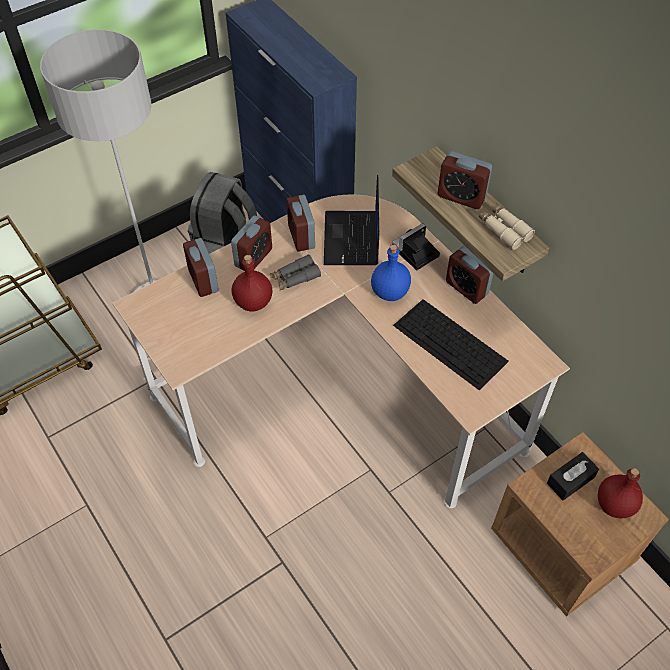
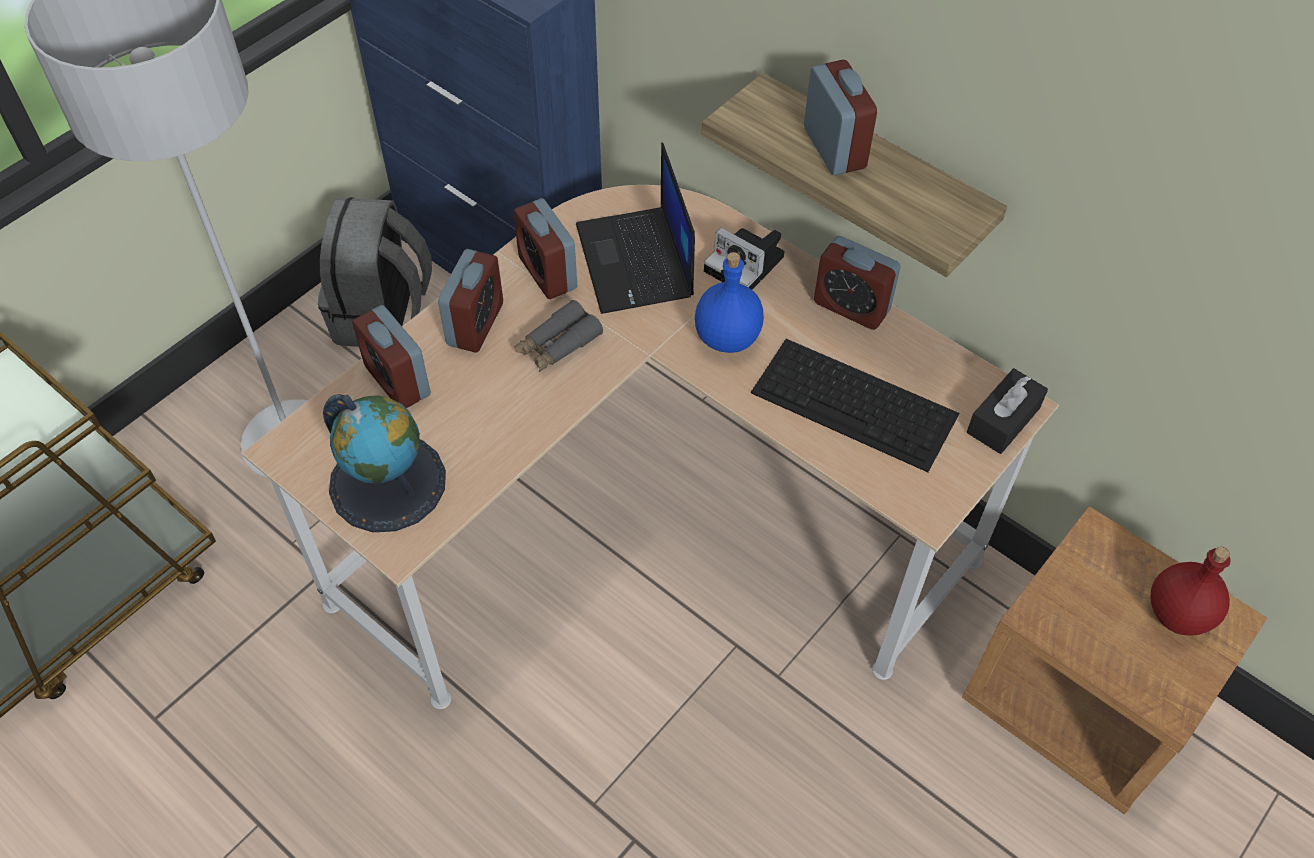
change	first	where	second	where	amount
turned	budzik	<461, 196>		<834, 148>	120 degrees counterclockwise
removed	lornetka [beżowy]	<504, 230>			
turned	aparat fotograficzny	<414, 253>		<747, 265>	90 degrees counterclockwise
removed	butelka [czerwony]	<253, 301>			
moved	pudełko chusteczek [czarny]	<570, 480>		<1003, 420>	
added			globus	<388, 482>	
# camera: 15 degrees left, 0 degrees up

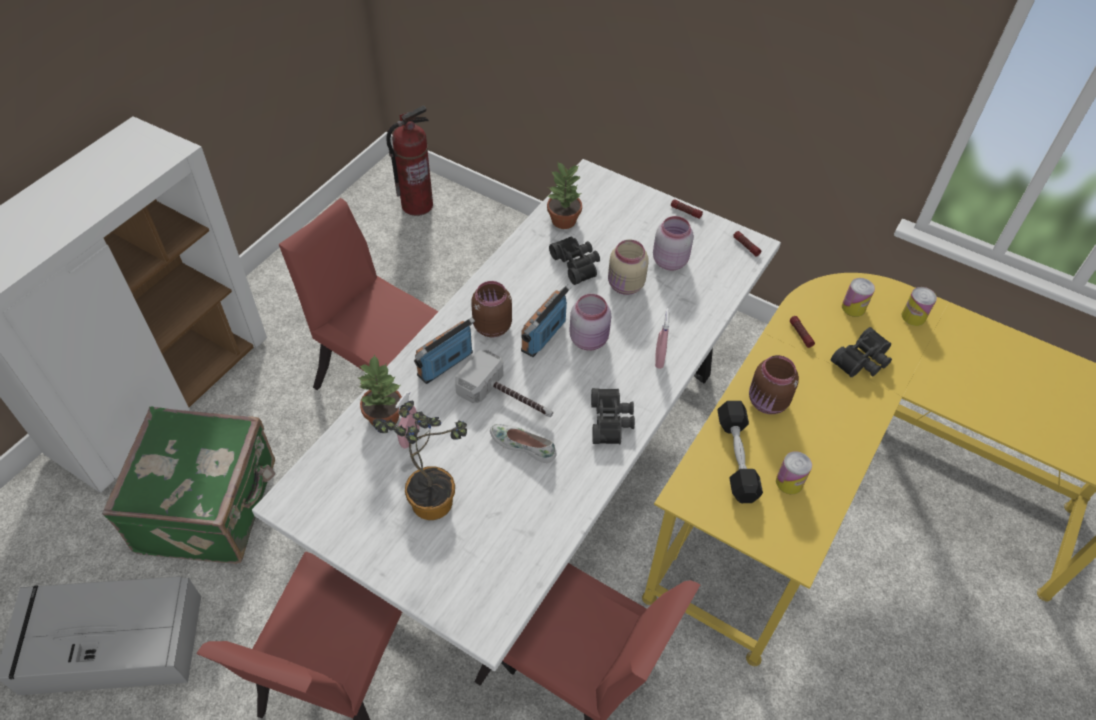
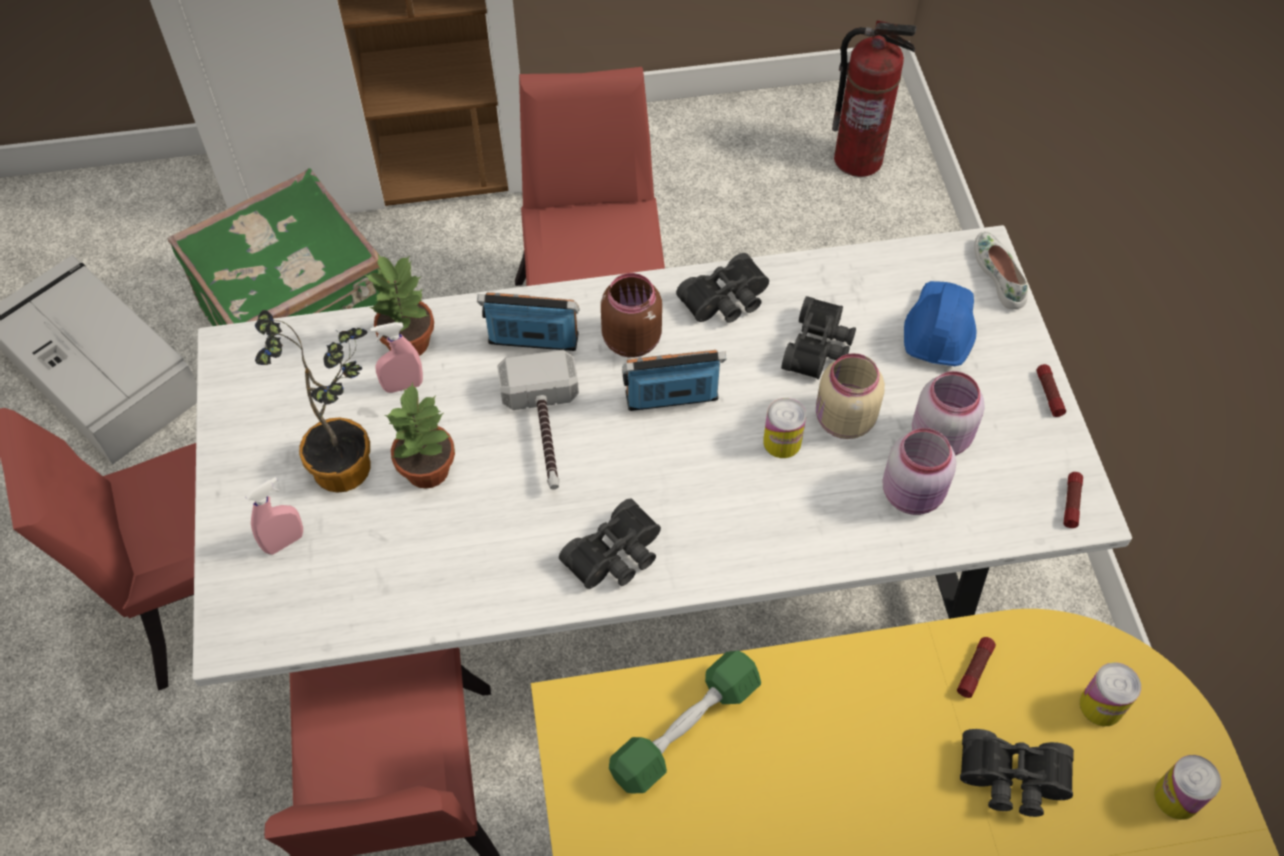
change	first	where	second	where	amount
moved	roślina doniczkowa	<564, 221>		<426, 471>	
moved	słoik [różowy]	<590, 339>		<913, 494>	
moved	spryskiwacz [różowy]	<659, 359>		<284, 542>	
removed	słoik [brązowy]	<767, 403>			
recoloured	hantel [czarny]	<736, 457>	hantel [zielony]	<685, 729>	
moved	but [biały]	<523, 445>		<1000, 275>	
moved	puszka	<789, 482>		<782, 442>	
added			lornetka [czarny]	<727, 301>	
added			kask [niebieski]	<938, 330>	
# camera: 50 degrees right, 5 degrees up

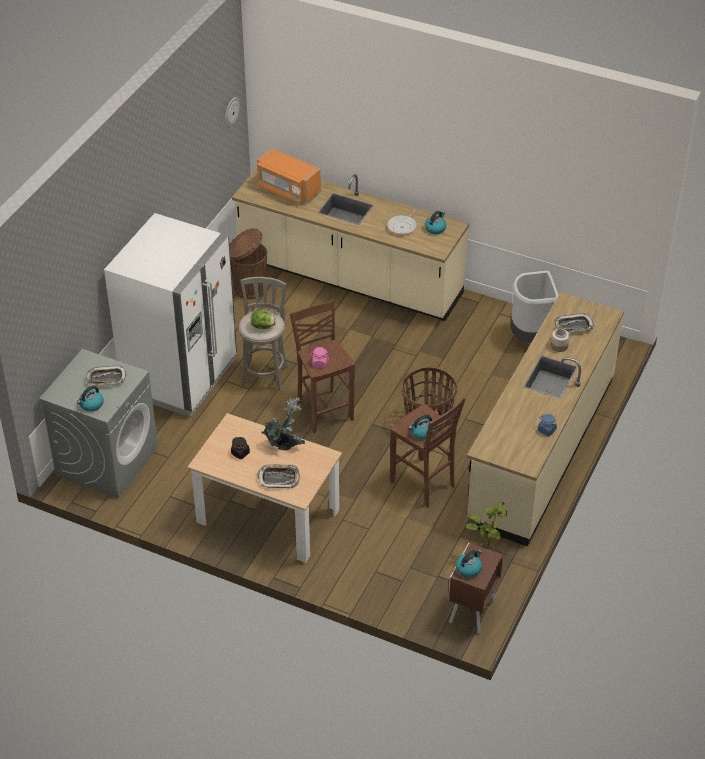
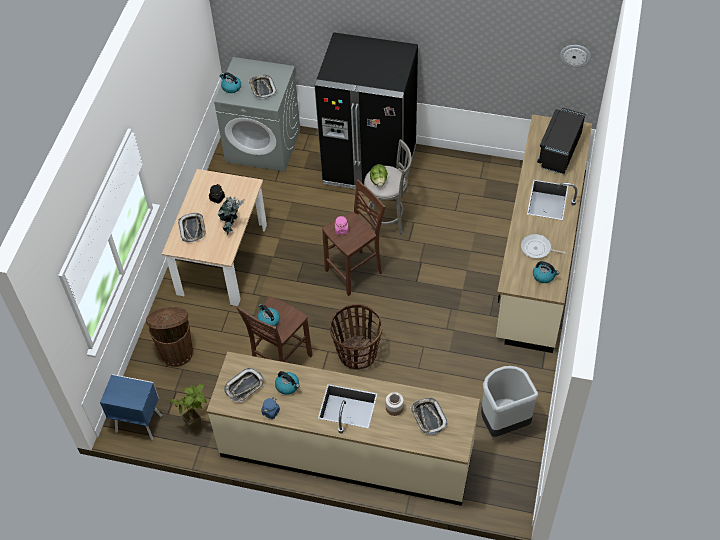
change	first	where	second	where	amount
recoloured	mikrofalówka [pomarańczowy]	<288, 189>	mikrofalówka [czarny]	<559, 151>	
recoloured	lodówka [biały]	<180, 376>	lodówka [czarny]	<369, 166>	
moved	kosz na śmieci [brązowy]	<248, 289>		<176, 352>	
recoloured	szafka nocna [brązowy]	<471, 613>	szafka nocna [niebieski]	<138, 423>	
moved	czajnik	<468, 568>		<288, 386>	
added			taca	<244, 387>	
# camera: 80 degrees right, 10 degrees up

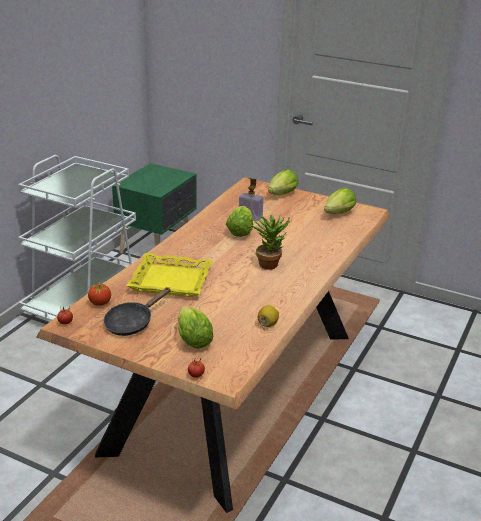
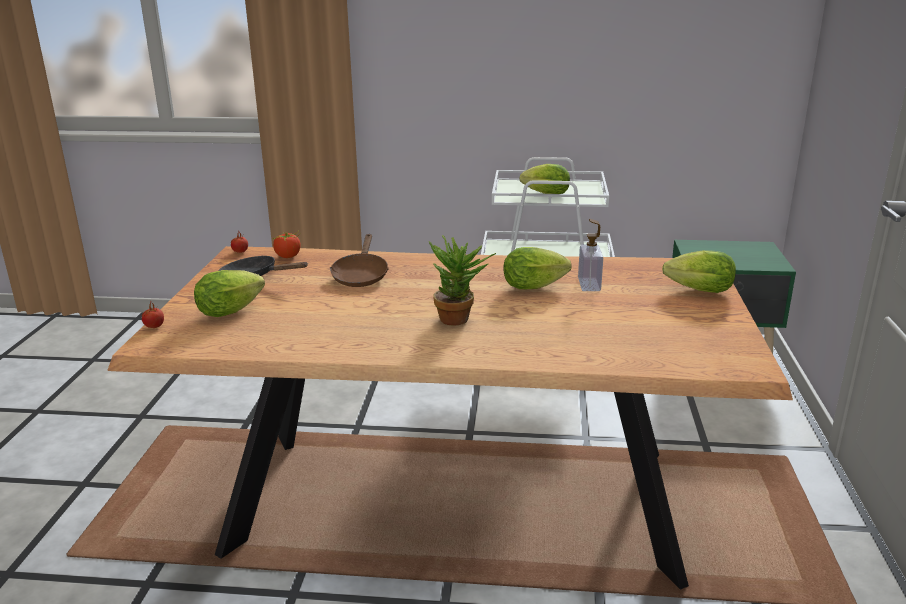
change	first	where	second	where	amount
moved	sałata	<337, 214>		<543, 194>	
replaced	taca [żółty]	<170, 281>	patelnia [brązowy]	<360, 276>	
removed	cytryna	<267, 324>			
# camera: 70 degrees right, 5 degrees down

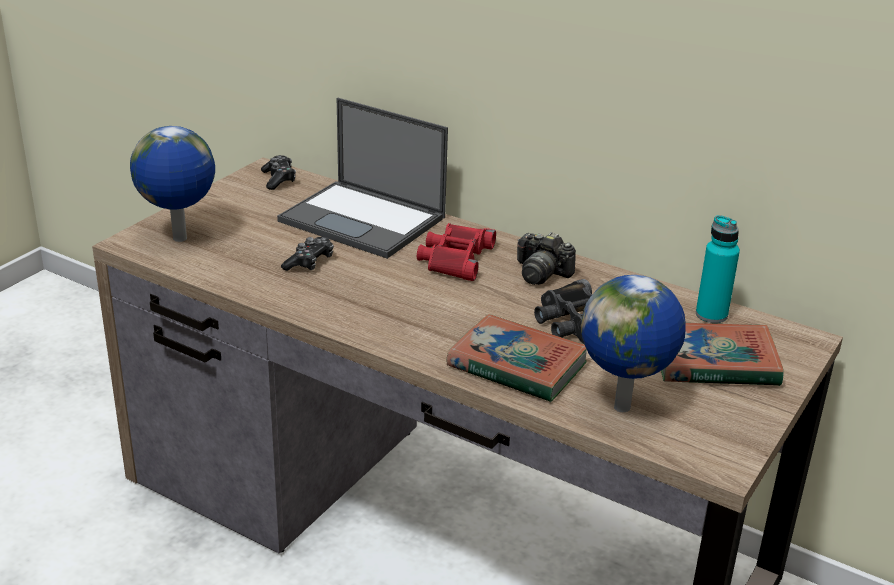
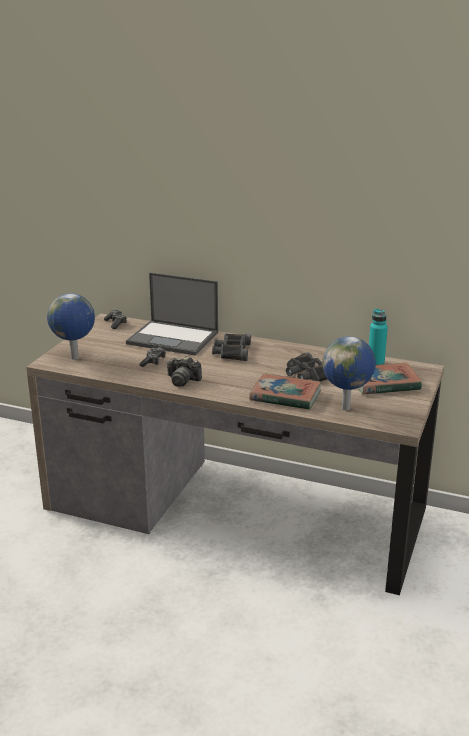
change	first	where	second	where	amount
recoloured	lornetka [czerwony]	<455, 258>	lornetka [czarny]	<232, 351>	
moved	aparat fotograficzny	<541, 273>		<182, 380>	
# camera: 10 degrees left, 5 degrees down

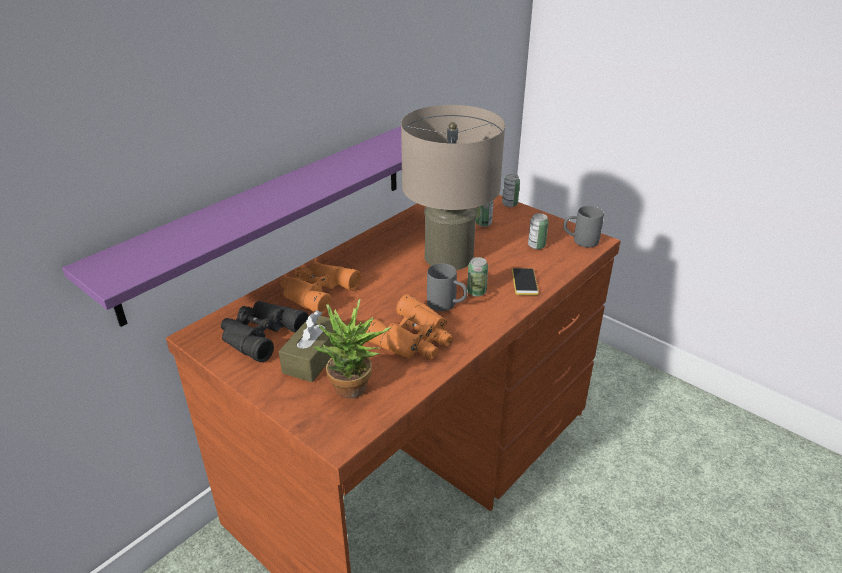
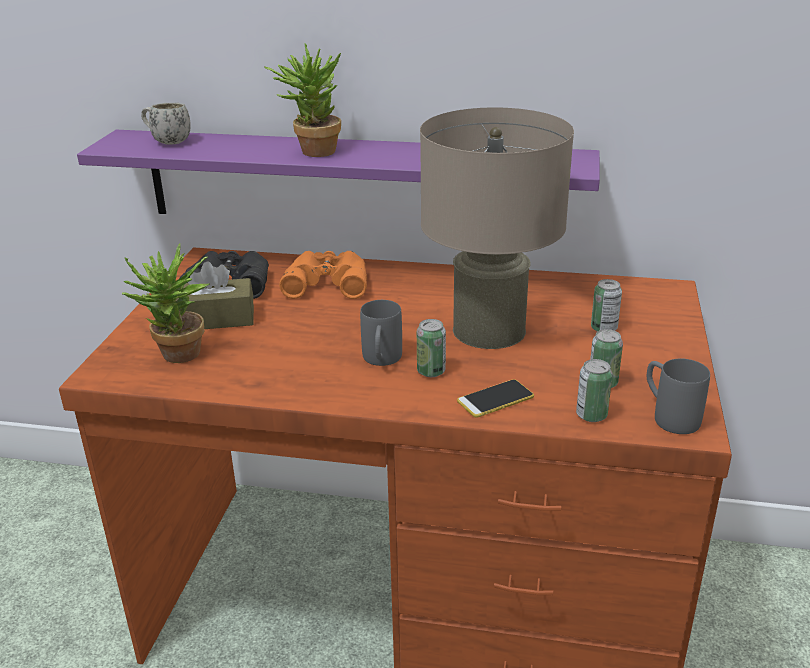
change	first	where	second	where	amount
moved	puszka	<509, 204>		<591, 415>	
removed	lornetka [pomarańczowy]	<414, 338>			
added			roślina doniczkowa	<311, 151>	
added			kubek [biały]	<167, 142>	
# camera: 60 degrees right, 5 degrees down

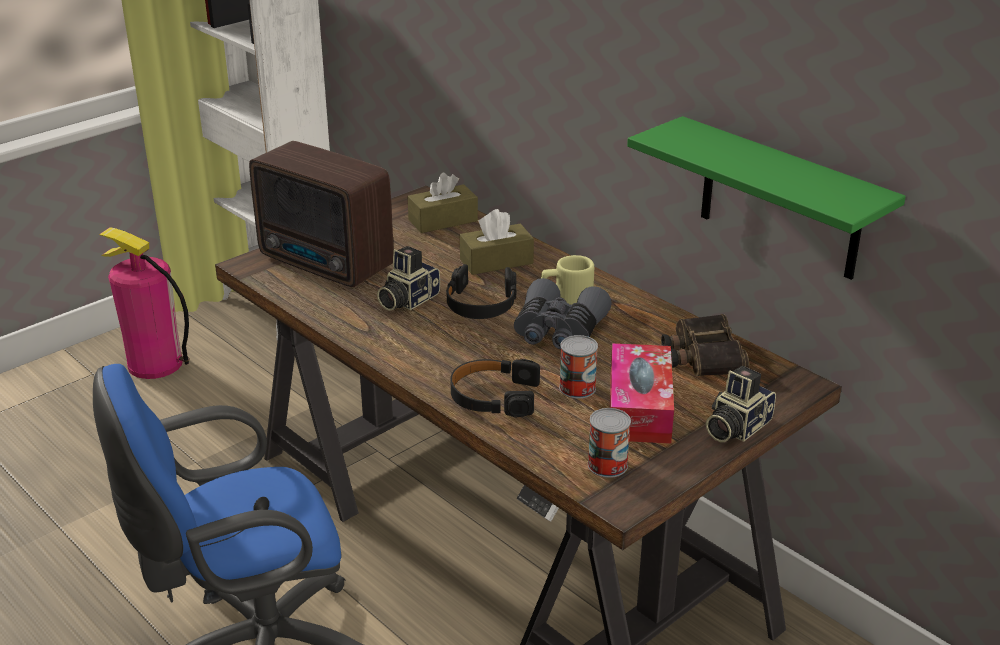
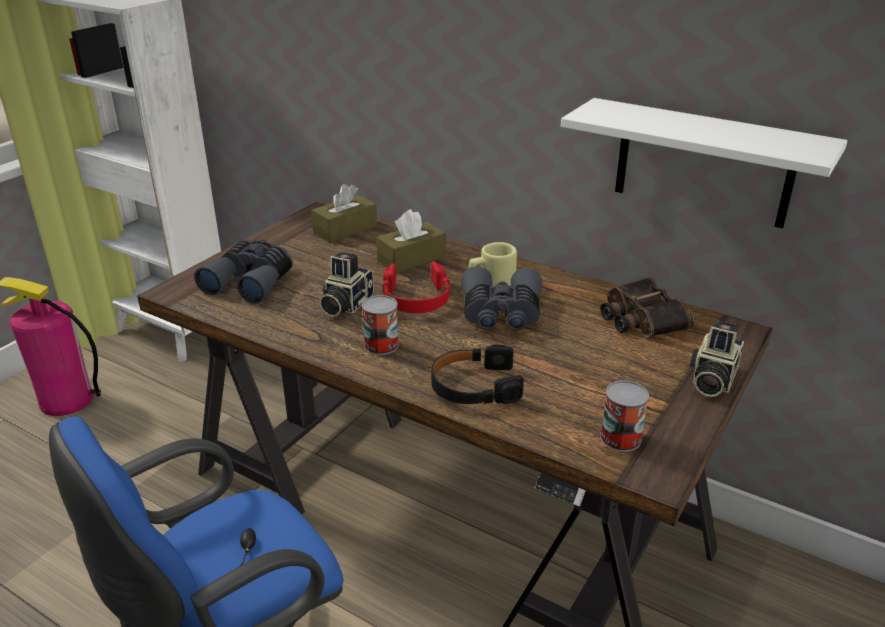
change	first	where	second	where	amount
recoloured	półka [zielony]	<780, 200>	półka [biały]	<703, 163>	
replaced	radio	<326, 264>	lornetka [szary]	<251, 281>	
recoloured	słuchawki [czarny]	<481, 303>	słuchawki [czerwony]	<416, 298>	
moved	puszka	<577, 388>		<381, 345>	
removed	pudełko chusteczek	<639, 407>			
# camera: 15 degrees left, 0 degrees up

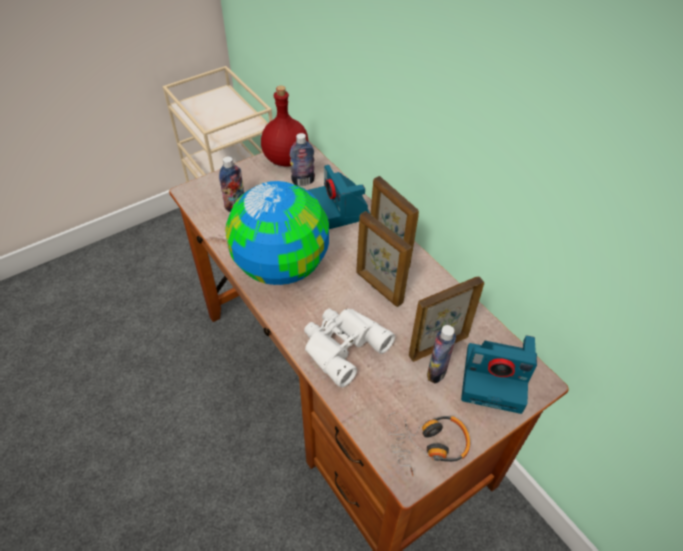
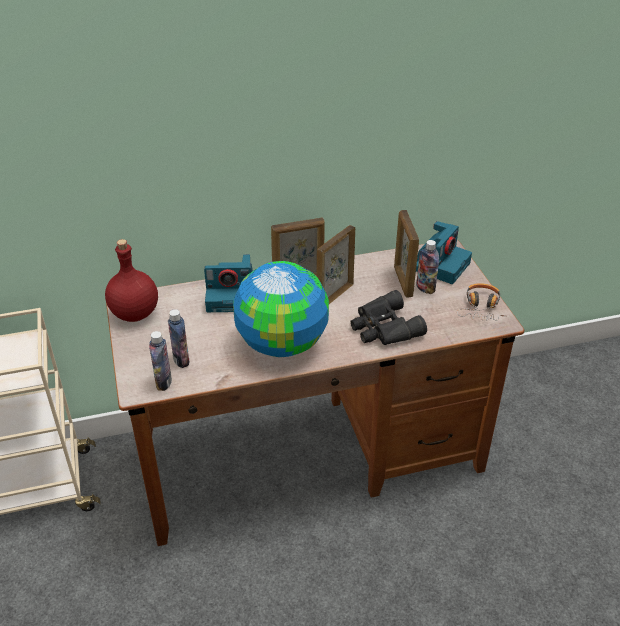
change	first	where	second	where	amount
moved	butelka	<303, 181>		<163, 382>	
turned	ramka na zdjęcie	<378, 287>		<334, 295>	150 degrees clockwise
recoloured	lornetka [biały]	<341, 345>	lornetka [czarny]	<383, 328>	
# camera: 70 degrees left, 10 degrees down

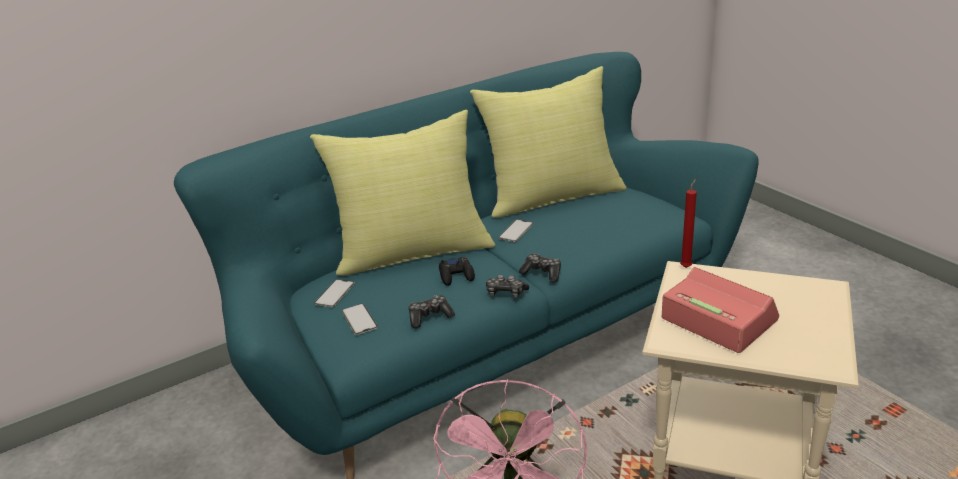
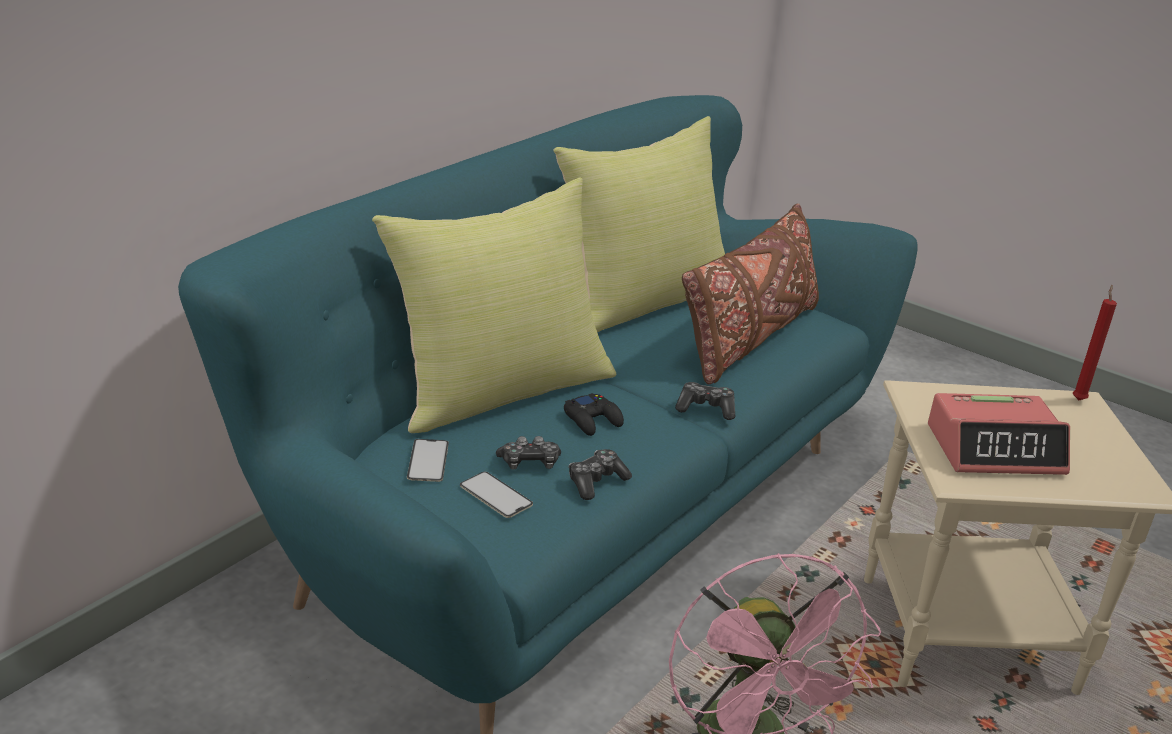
change	first	where	second	where	amount
moved	świeca [czerwony]	<686, 266>		<1078, 399>	
removed	telefon	<516, 231>			
turned	budzik	<717, 319>		<995, 449>	150 degrees clockwise
moved	pad do gier	<506, 293>		<529, 463>	
added			poduszka [brązowy]	<748, 339>	
# camera: 25 degrees left, 0 degrees up

